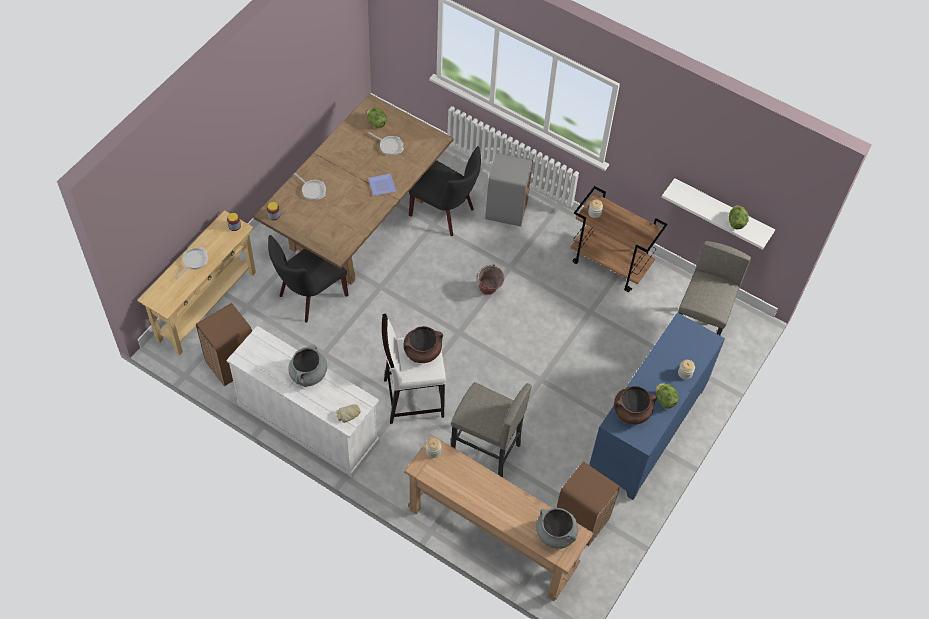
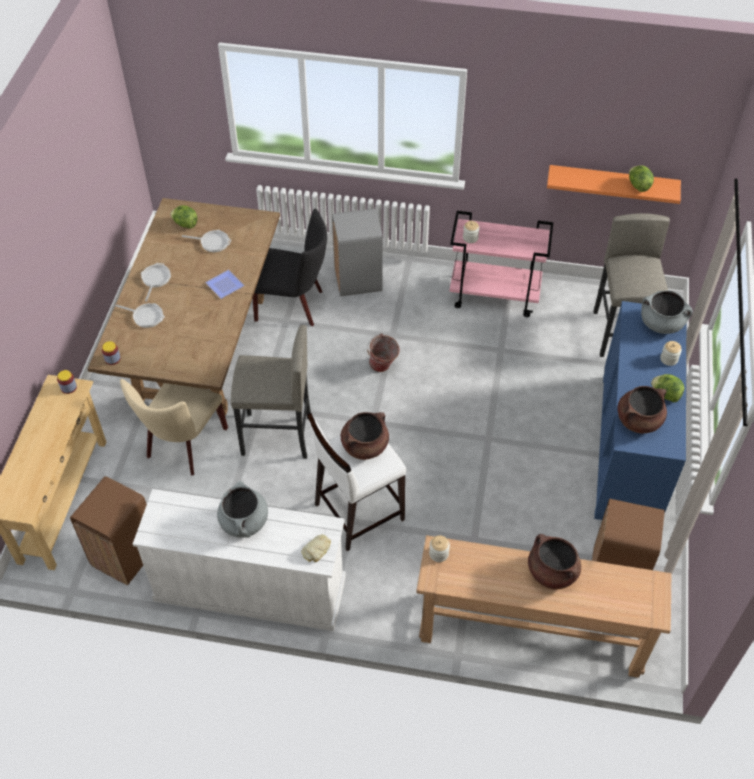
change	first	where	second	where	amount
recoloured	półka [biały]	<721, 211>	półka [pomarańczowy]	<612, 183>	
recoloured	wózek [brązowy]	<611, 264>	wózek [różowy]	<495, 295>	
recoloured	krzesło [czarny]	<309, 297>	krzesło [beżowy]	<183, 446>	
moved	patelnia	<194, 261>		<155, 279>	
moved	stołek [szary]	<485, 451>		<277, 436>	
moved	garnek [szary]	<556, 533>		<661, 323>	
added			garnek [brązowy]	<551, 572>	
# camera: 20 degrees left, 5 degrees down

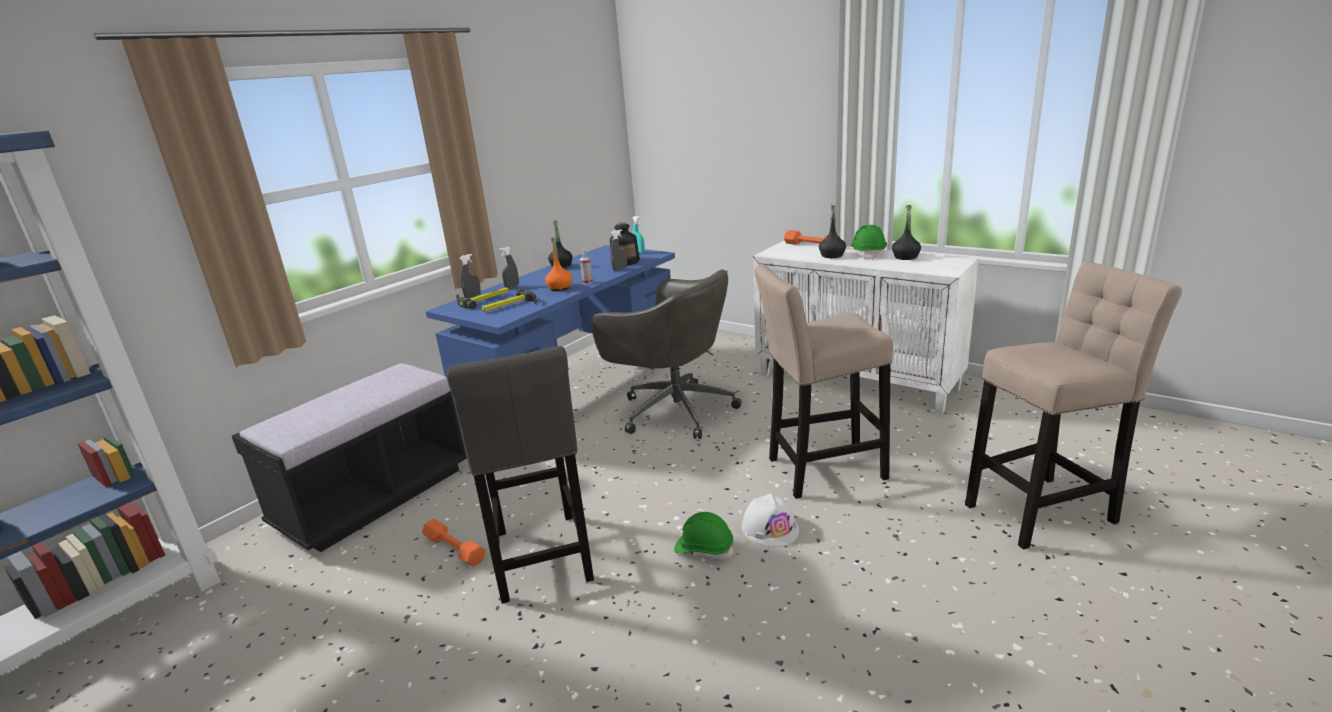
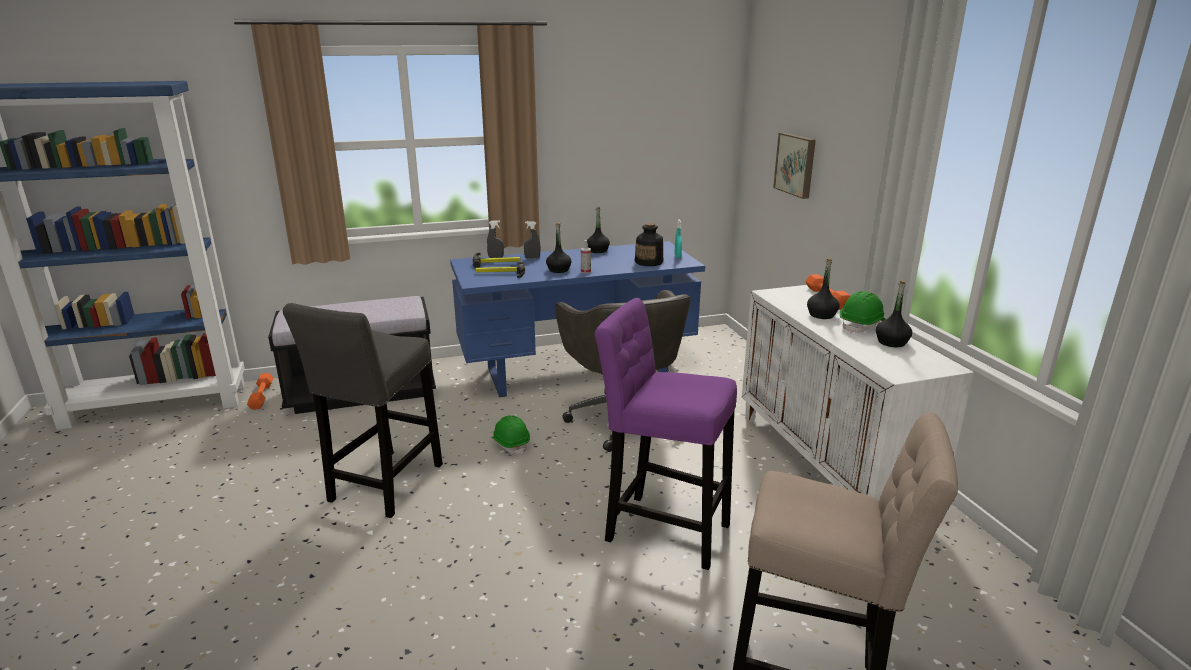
change	first	where	second	where	amount
removed	spryskiwacz [szary]	<620, 269>			
recoloured	butelka [pomarańczowy]	<560, 288>	butelka [czarny]	<559, 270>	
recoloured	stołek [beżowy]	<820, 470>	stołek [fioletowy]	<661, 529>	
removed	kask [biały]	<770, 528>			
moved	kask [zielony]	<704, 549>		<511, 444>	
moved	hantel [pomarańczowy]	<454, 549>		<261, 396>	
added			obraz	<796, 164>	
# camera: 35 degrees right, 0 degrees up

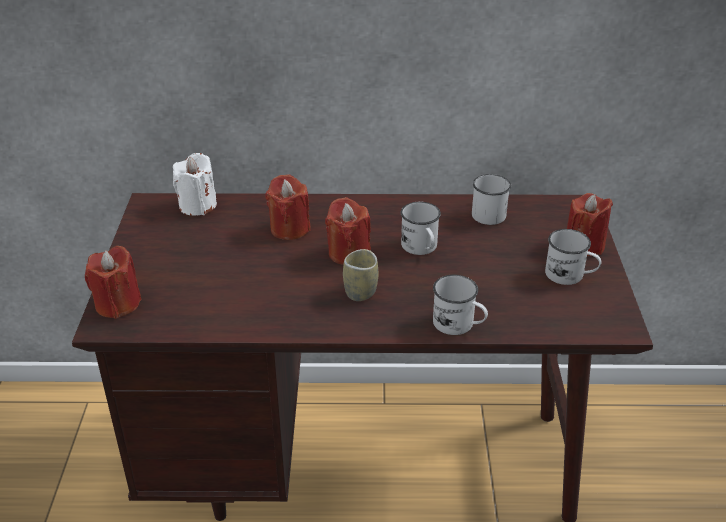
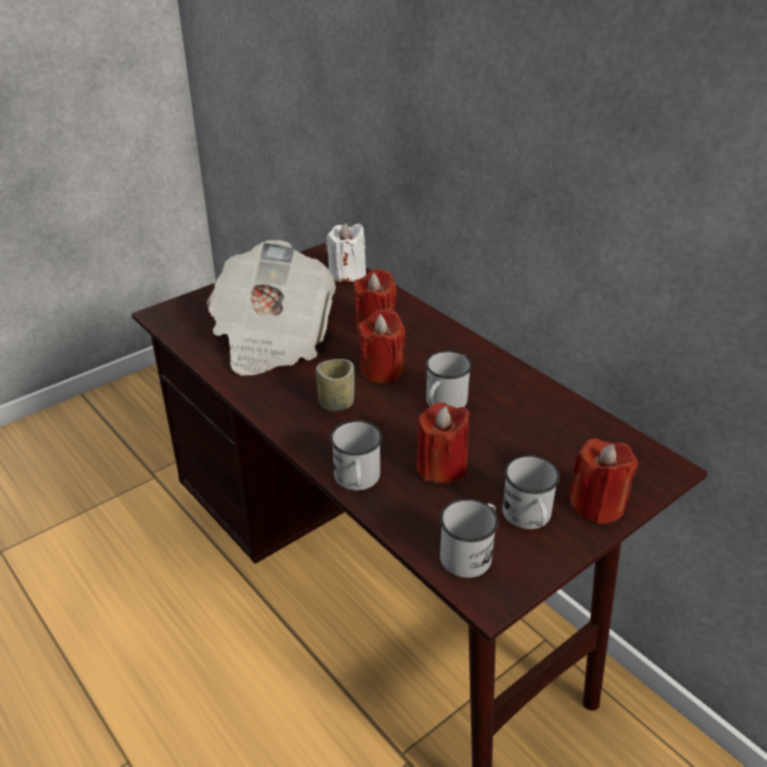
change	first	where	second	where	amount
moved	kubek [biały]	<486, 212>		<470, 553>	
moved	świeca [czerwony]	<117, 304>		<441, 467>	
added			gazeta	<272, 338>	
# camera: 50 degrees right, 0 degrees up

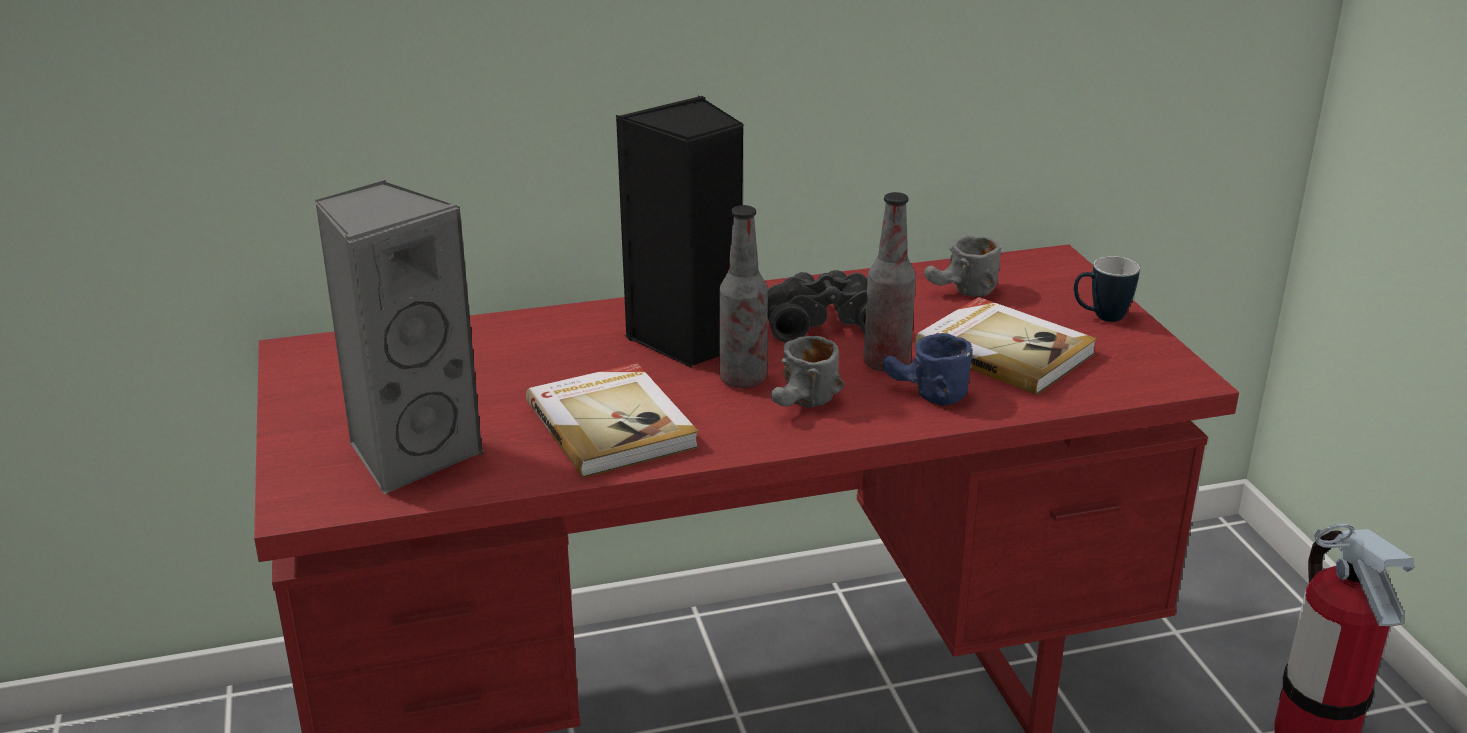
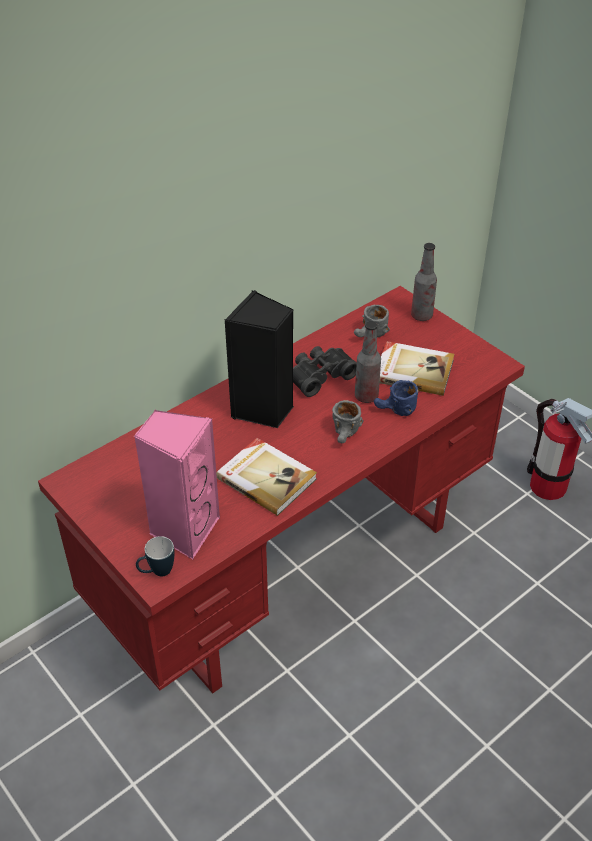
change	first	where	second	where	amount
recoloured	głośnik [szary]	<410, 453>	głośnik [różowy]	<184, 529>	
moved	butelka	<743, 379>		<421, 316>	
moved	kubek	<1100, 317>		<157, 572>	
# camera: 25 degrees left, 15 degrees up

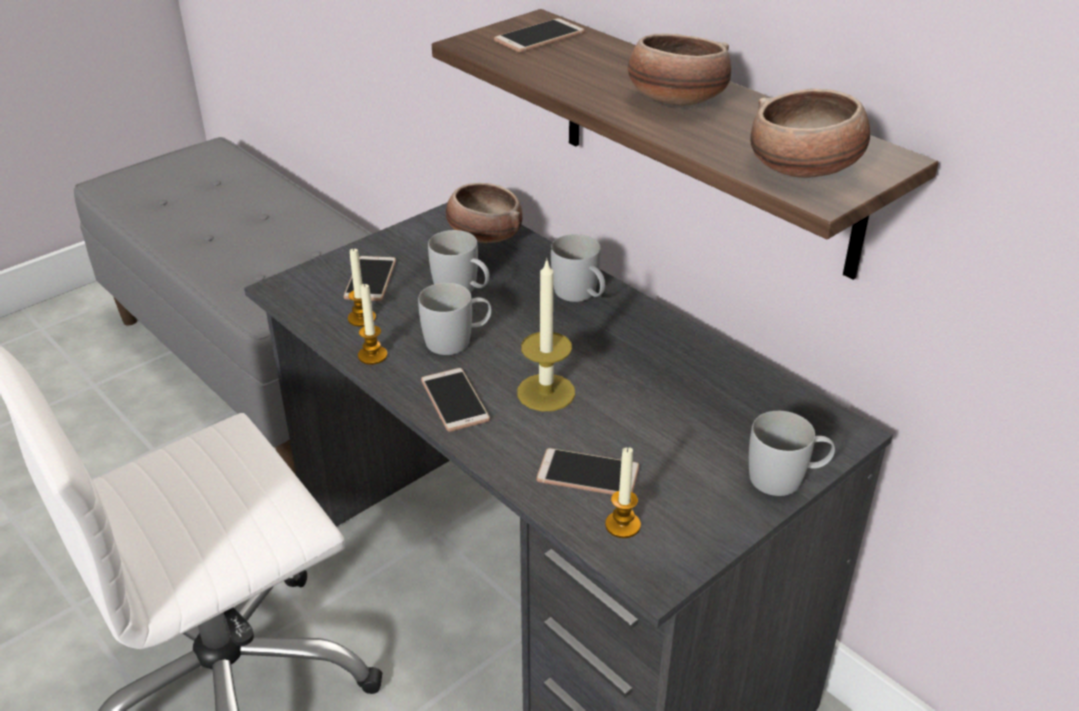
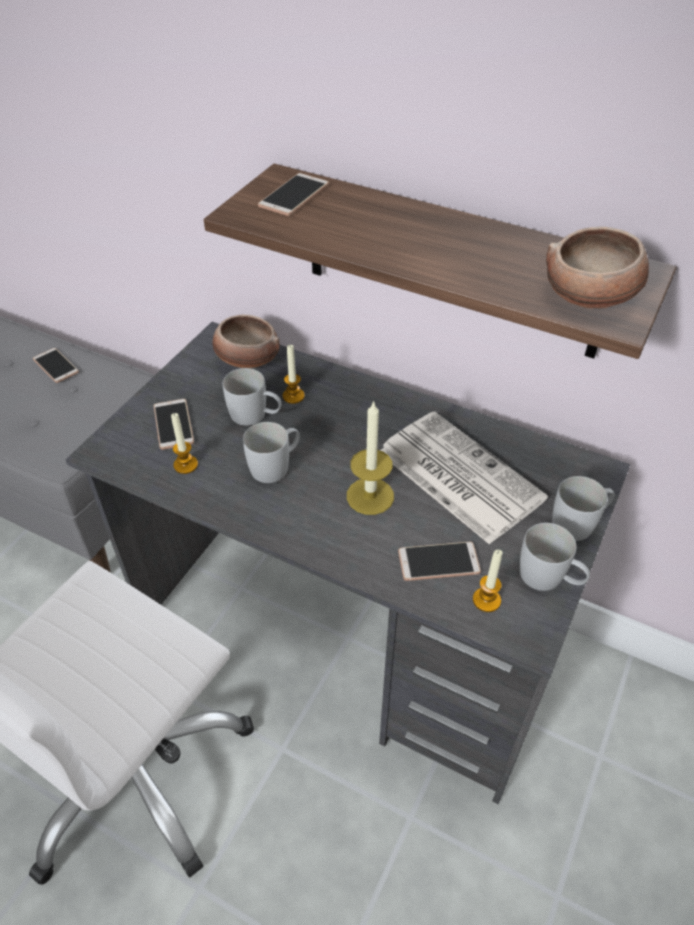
change	first	where	second	where	amount
removed	miska	<675, 101>			
moved	kubek [biały]	<580, 295>		<549, 578>	
moved	świeca	<372, 355>		<293, 396>	
moved	telefon	<454, 400>		<56, 366>	
added			gazeta	<456, 475>	
# camera: 20 degrees left, 10 degrees up

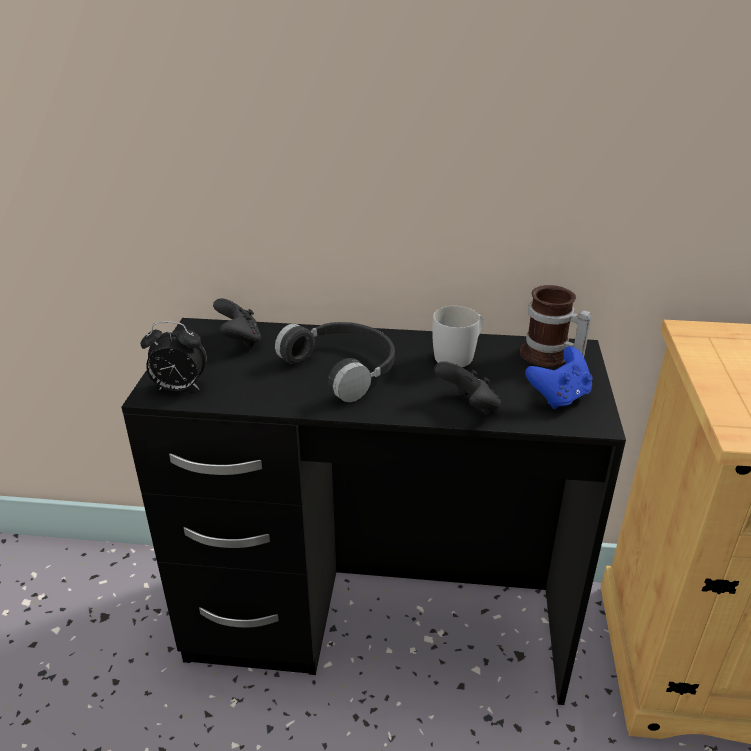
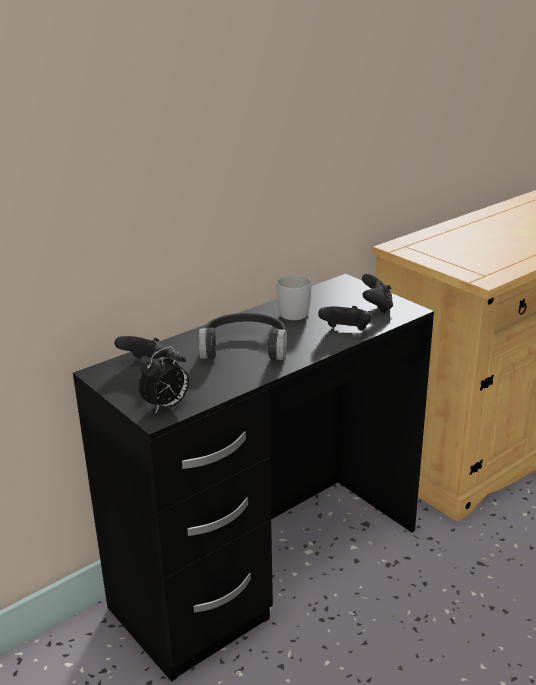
change	first	where	second	where	amount
removed	kubek	<549, 356>			
recoloured	pad do gier [niebieski]	<559, 397>	pad do gier [czarny]	<376, 307>	
# camera: 45 degrees left, 5 degrees down

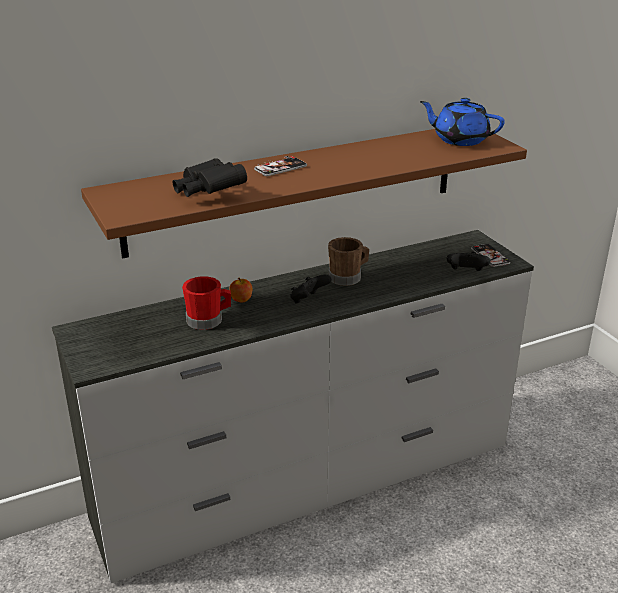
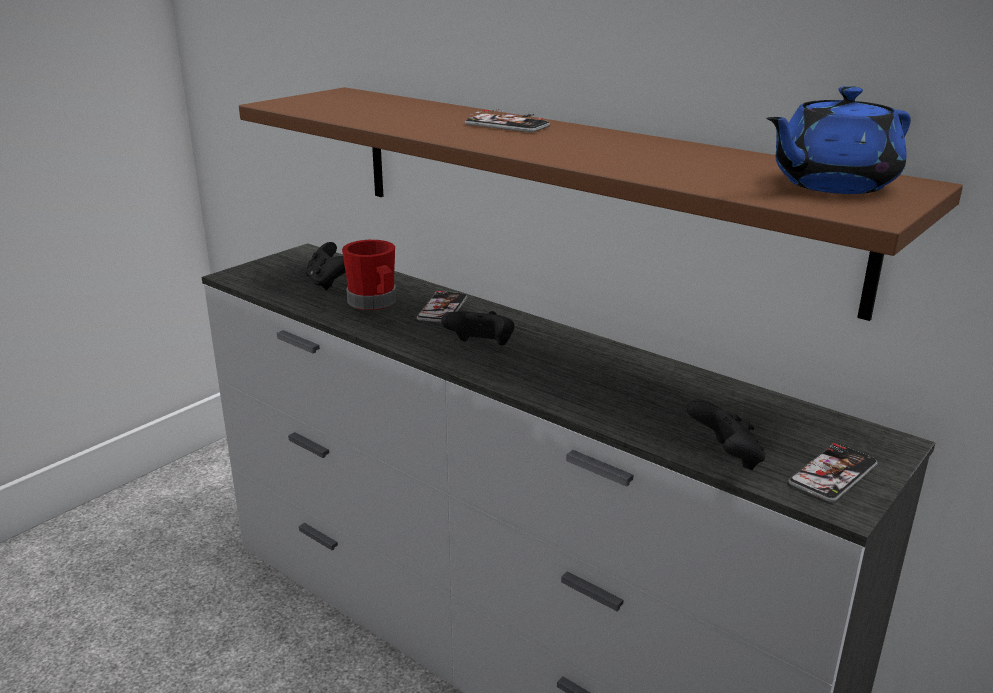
change	first	where	second	where	amount
turned	imbryk [niebieski]	<460, 139>		<831, 184>	120 degrees counterclockwise
removed	lornetka [czarny]	<208, 192>			
removed	kubek [brązowy]	<348, 277>			
replaced	jabłko	<241, 299>	telefon	<442, 308>	
added			pad do gier [czarny]	<328, 283>	
# camera: 65 degrees right, 5 degrees down

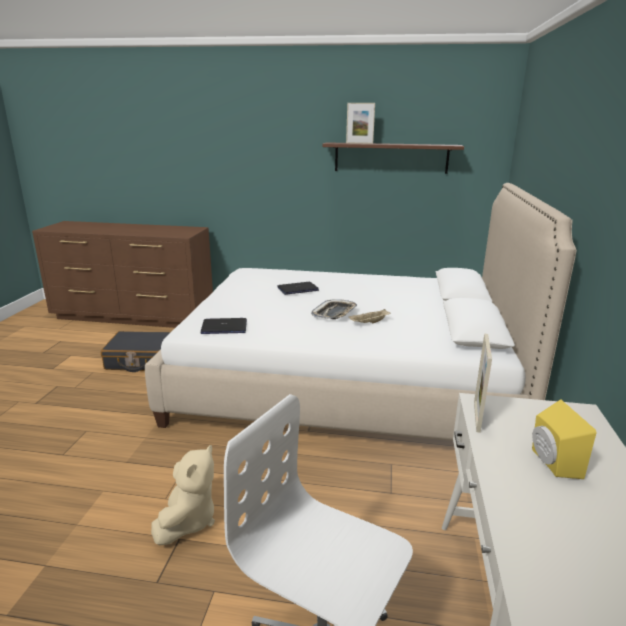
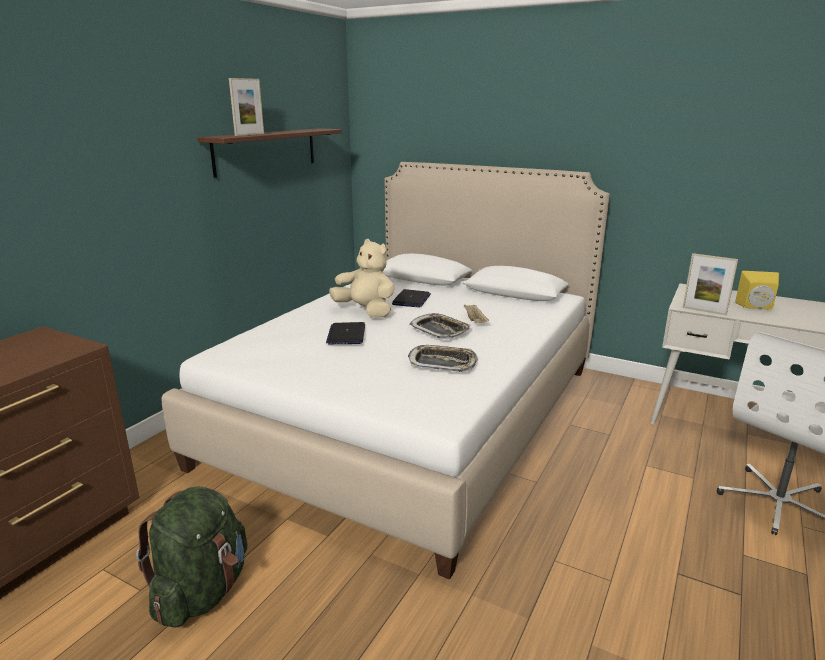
change	first	where	second	where	amount
moved	laptop	<224, 327>		<411, 299>	
replaced	walizka [czarny]	<141, 360>	plecak [zielony]	<202, 591>	
moved	pluszak [beżowy]	<188, 521>		<366, 311>	
added			taca	<442, 363>	
# camera: 70 degrees left, 0 degrees up

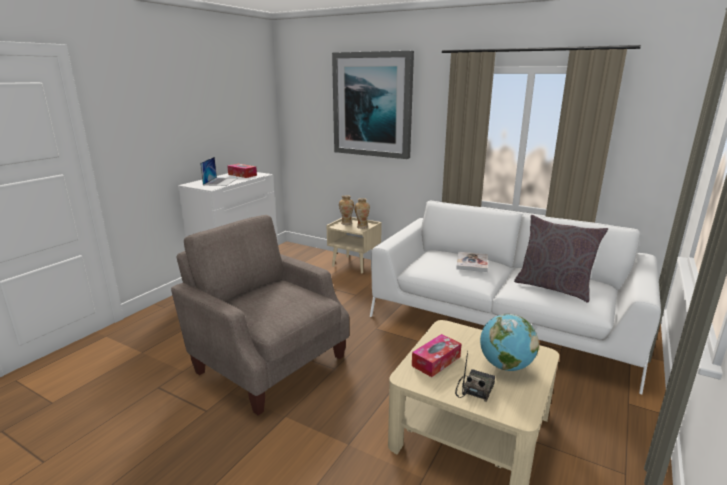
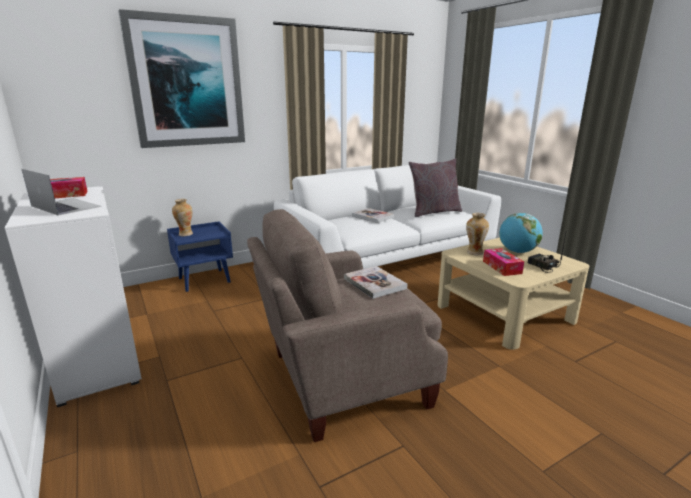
change	first	where	second	where	amount
moved	wazon	<362, 227>		<474, 252>	
recoloured	szafka nocna [beżowy]	<355, 264>	szafka nocna [niebieski]	<205, 280>	
added			książka	<374, 283>	
# camera: 60 degrees left, 0 degrees up

